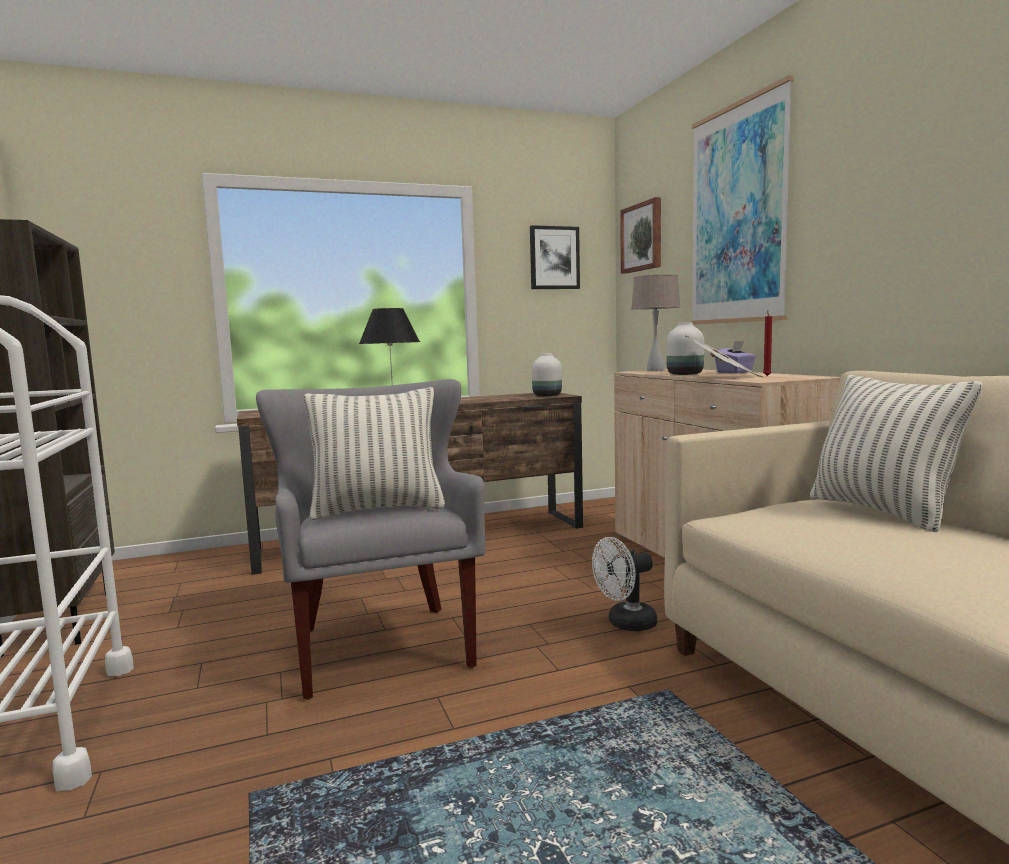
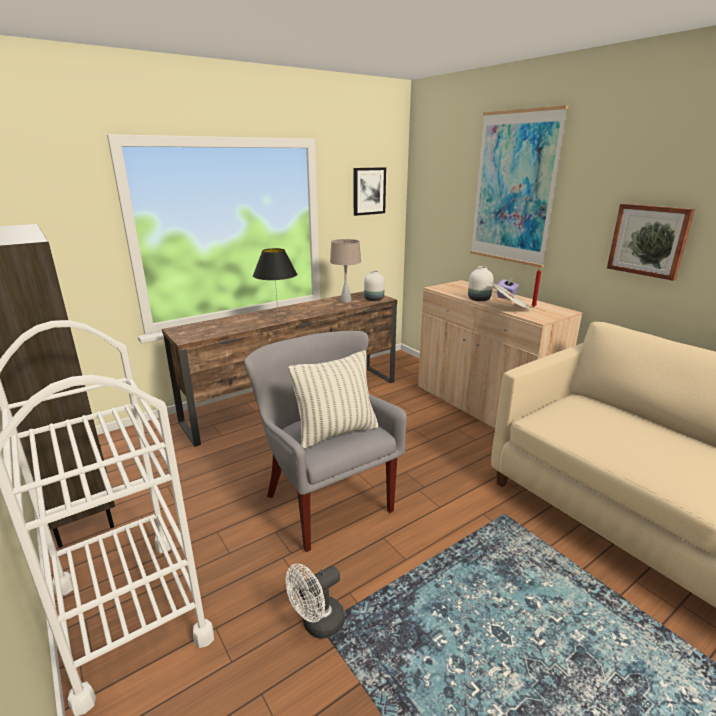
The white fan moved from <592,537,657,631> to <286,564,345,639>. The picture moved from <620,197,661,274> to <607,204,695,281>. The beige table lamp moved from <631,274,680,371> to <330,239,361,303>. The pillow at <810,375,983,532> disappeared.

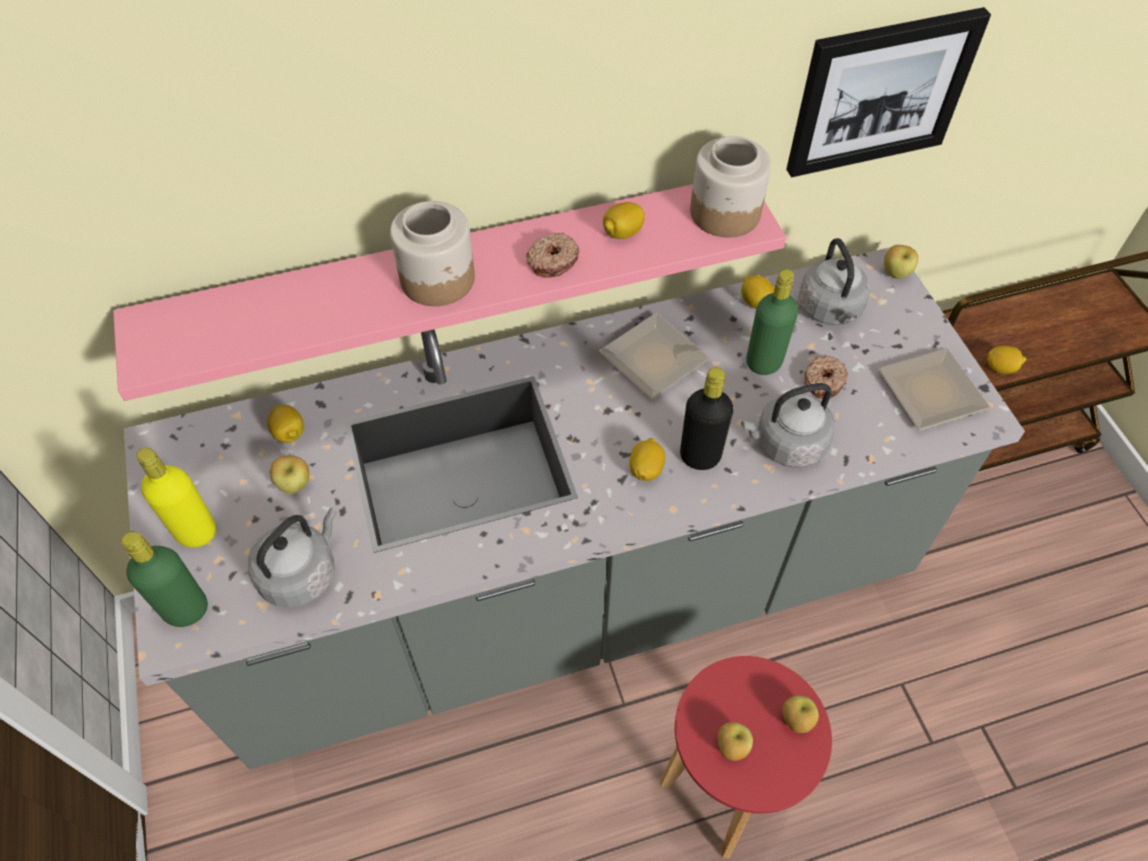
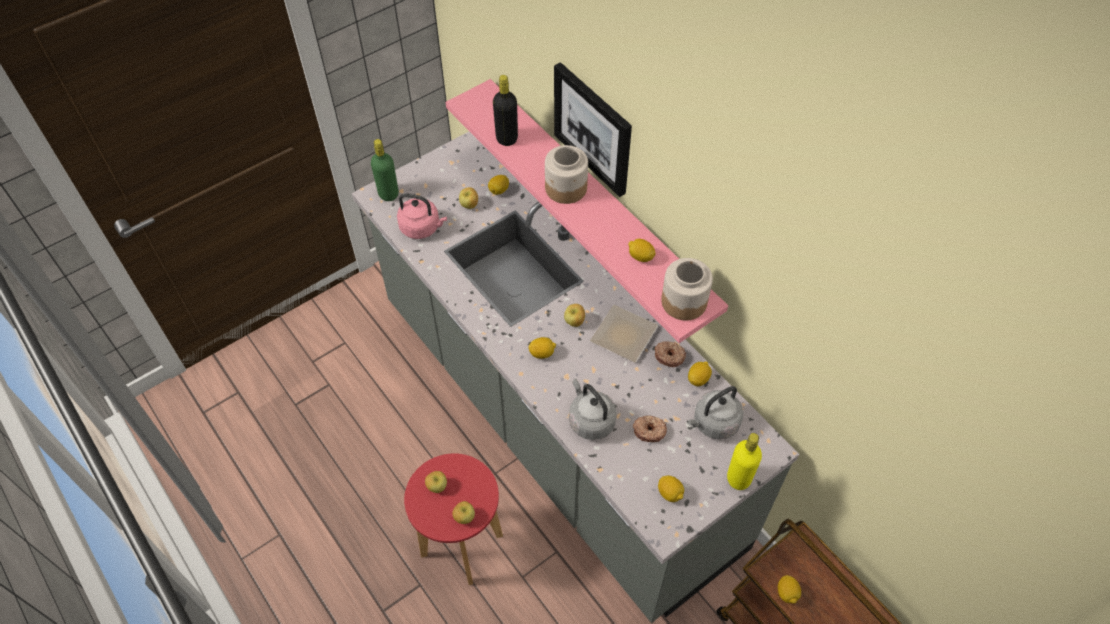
The yellow bottle moved from <137,448,216,548> to <727,433,762,490>. The grey kettle at <248,508,337,608> became the pink kettle at <397,193,447,239>. The donut moved from <526,232,579,278> to <654,341,686,367>. The black bottle moved from <680,368,733,470> to <493,75,518,146>. The green bottle at <746,269,798,375> disappeared. The picture moved from <786,7,991,177> to <554,62,632,197>. The plate at <878,348,991,430> was replaced by the lemon at <658,475,684,502>. The apple moved from <884,245,918,279> to <564,304,585,327>.

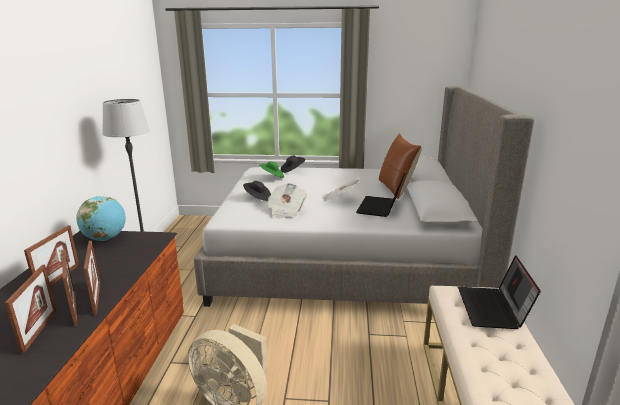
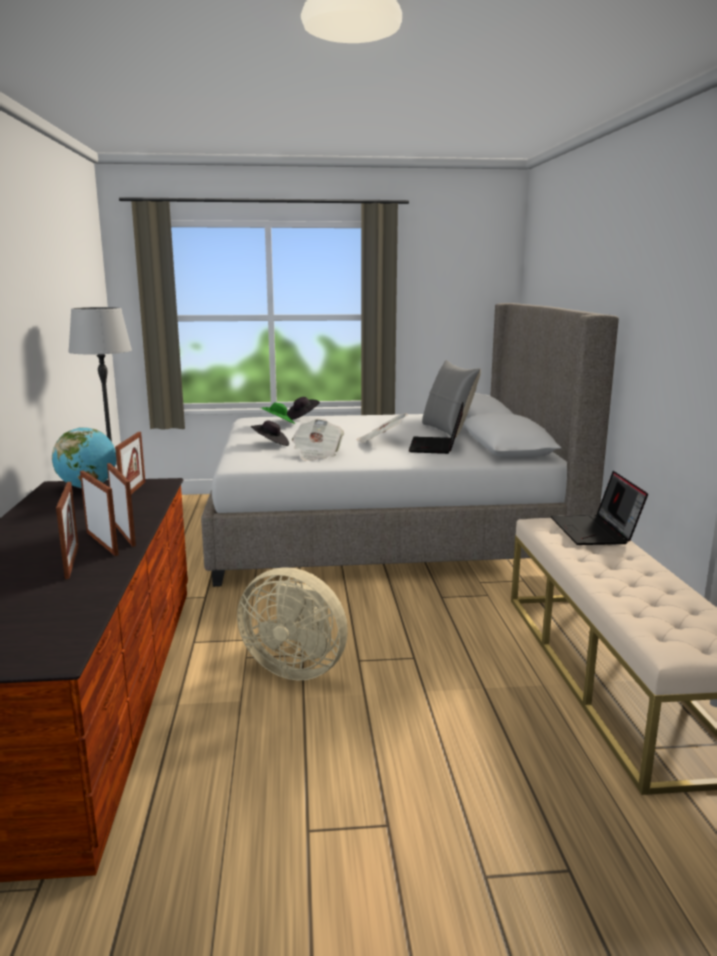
The picture frame moved from <24,225,79,286> to <115,432,145,494>. The brown pillow at <379,133,422,199> became the grey pillow at <422,360,481,438>.

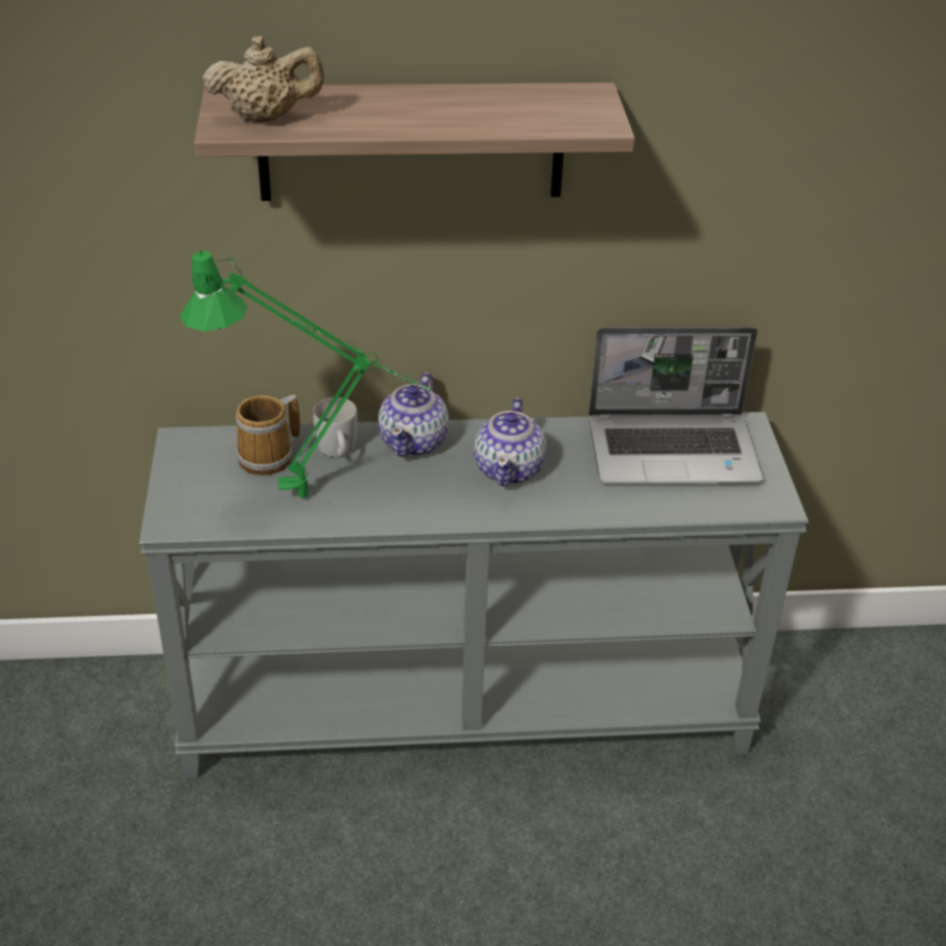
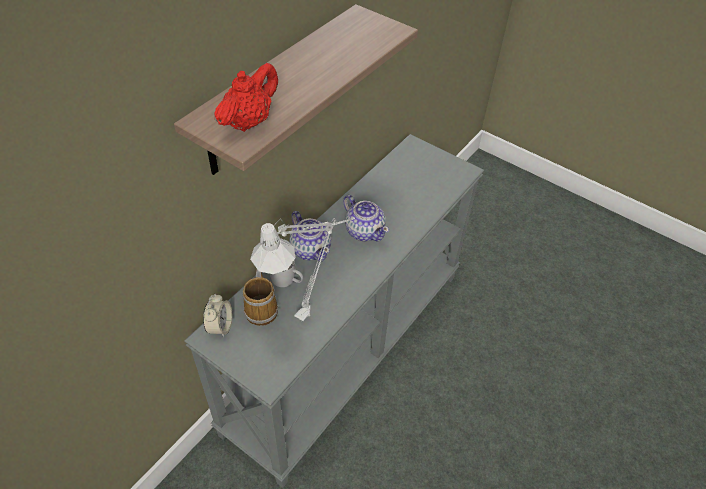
The green table lamp at <180,250,431,498> became the grey table lamp at <250,217,355,321>. The beige teapot at <203,36,324,122> became the red teapot at <215,63,278,132>. The laptop at <589,327,763,484> disappeared. The alarm clock at <203,294,232,338> appeared.

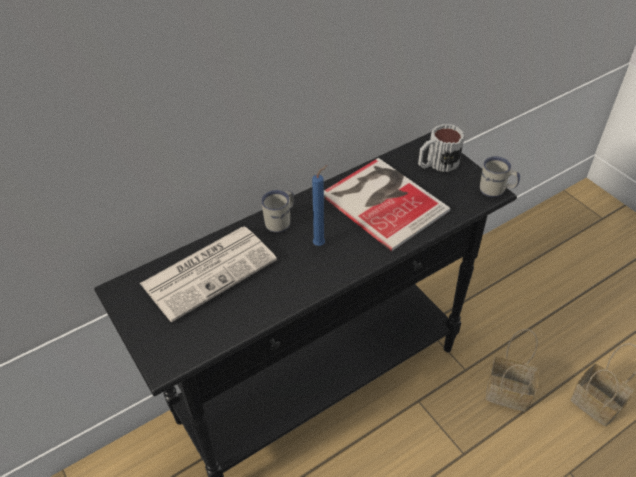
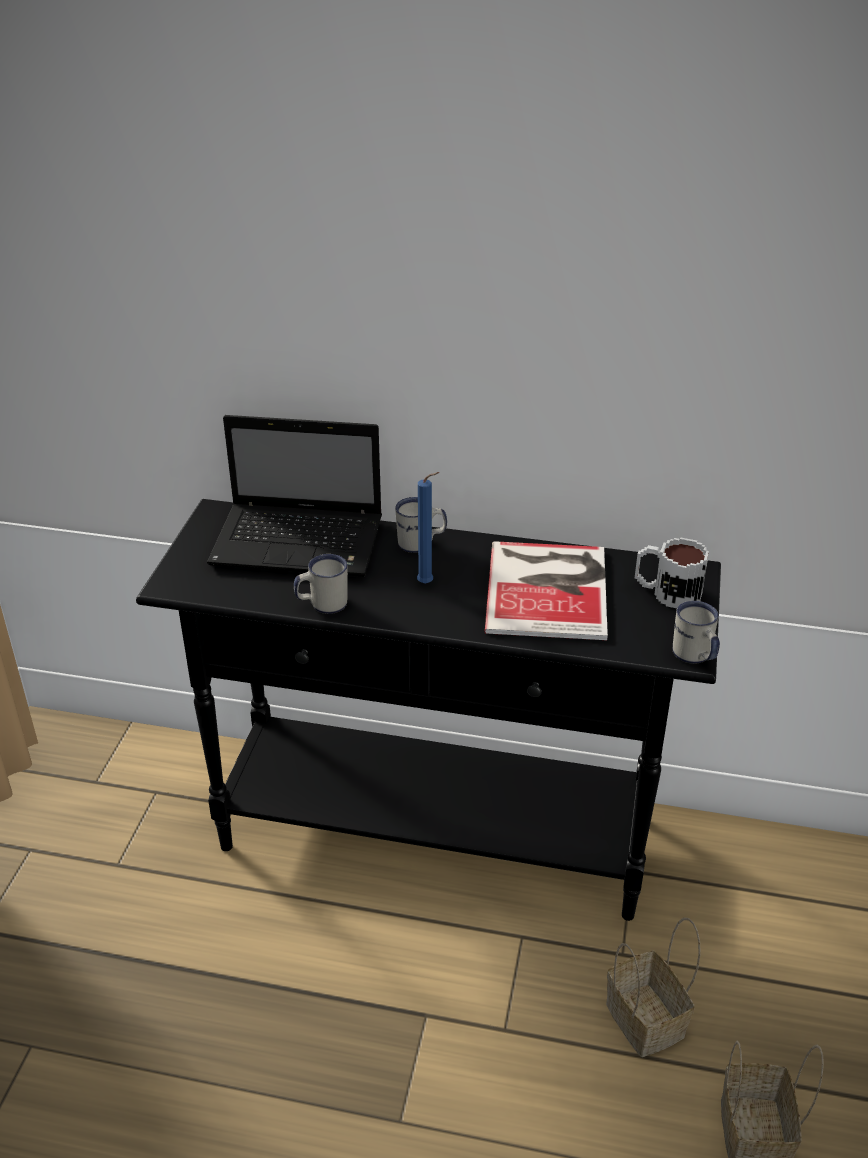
The newspaper at <140,227,277,322> was replaced by the laptop at <207,415,382,577>. The white mug at <294,554,348,614> appeared.

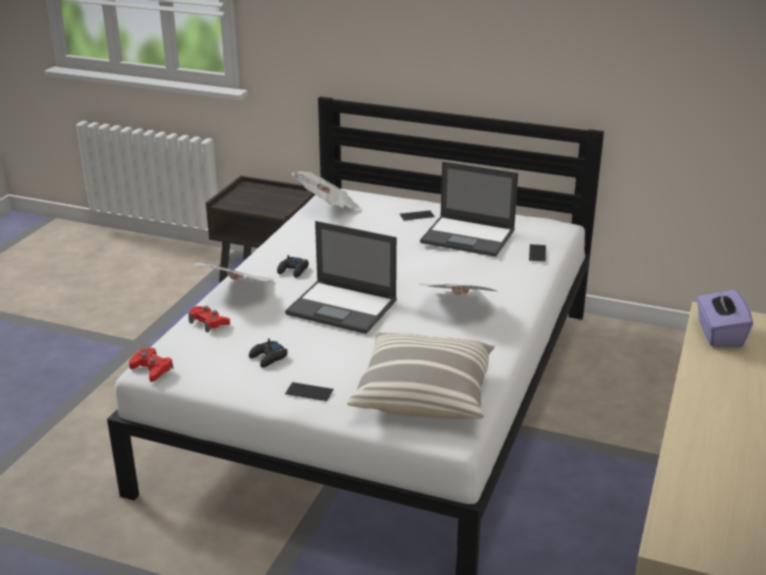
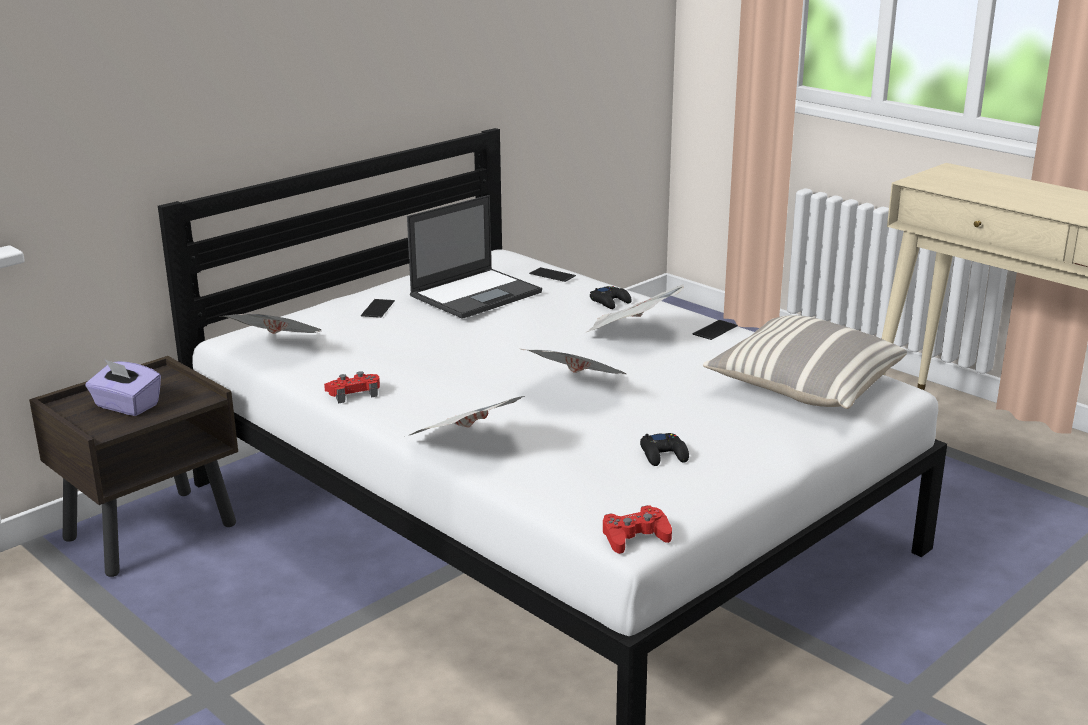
The red game controller moved from <188,306,230,332> to <324,371,380,403>. The black game controller moved from <277,255,309,278> to <590,286,632,309>. The laptop at <285,221,397,334> was replaced by the newspaper at <520,349,626,375>. The phone moved from <285,382,334,401> to <693,320,738,340>. The purple tissue box moved from <696,288,753,347> to <86,359,161,416>.

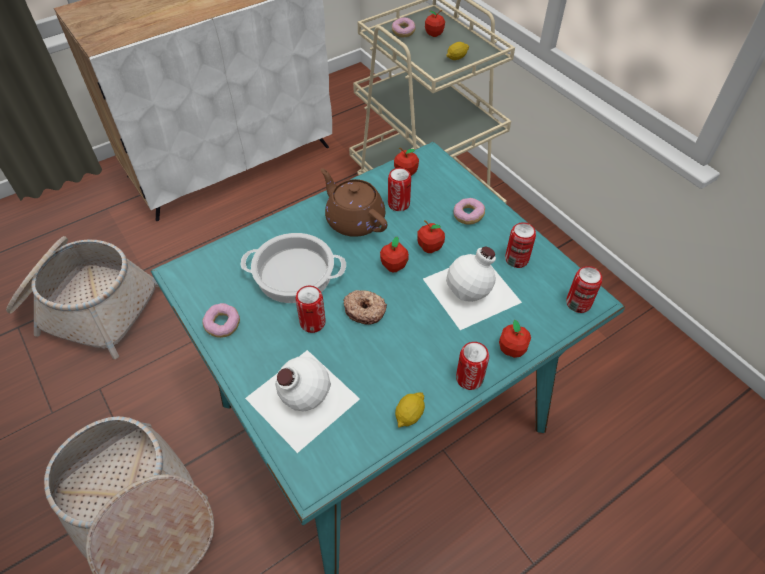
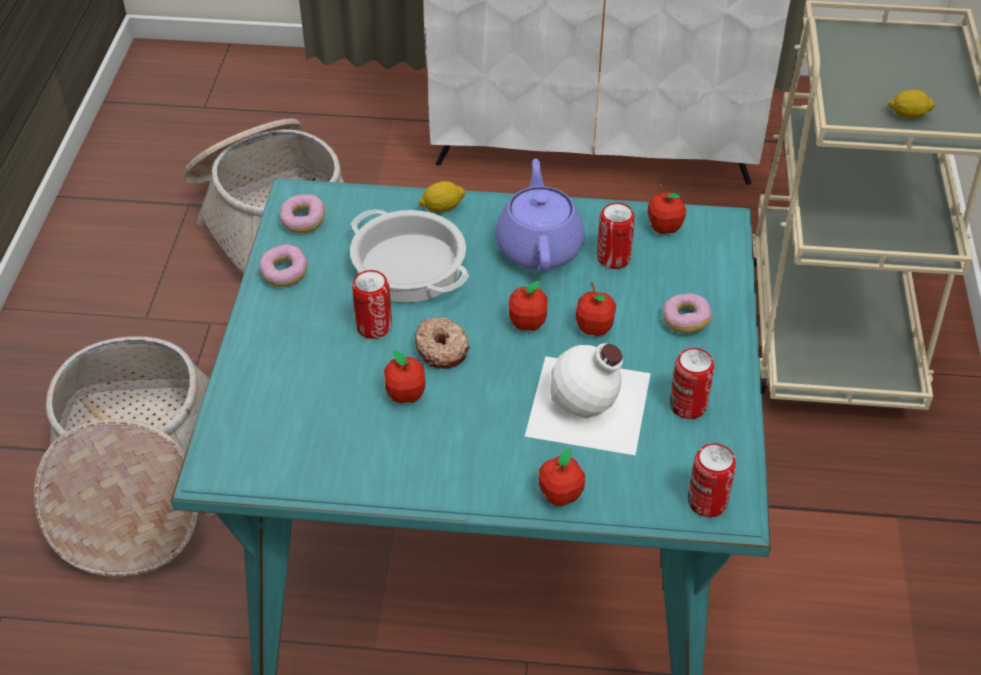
The white bottle at <245,350,360,453> disappeared. The brown teapot at <320,168,388,237> became the purple teapot at <495,158,585,272>. The donut moved from <392,17,415,38> to <280,194,325,234>. The lemon moved from <395,392,425,428> to <418,181,466,212>. The apple moved from <425,10,445,37> to <384,351,425,403>. The can at <456,342,489,390> disappeared.

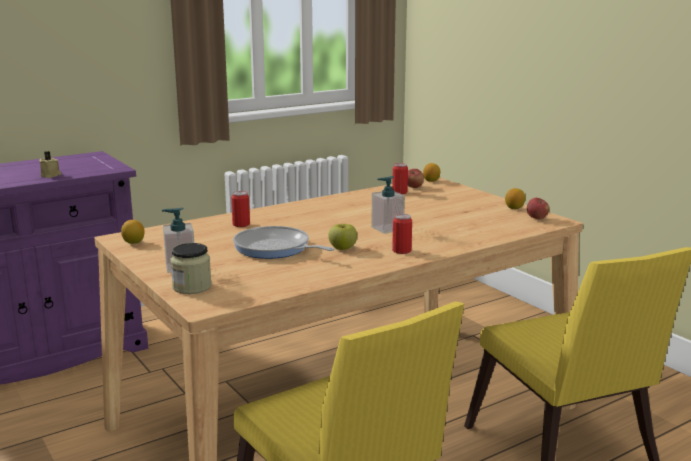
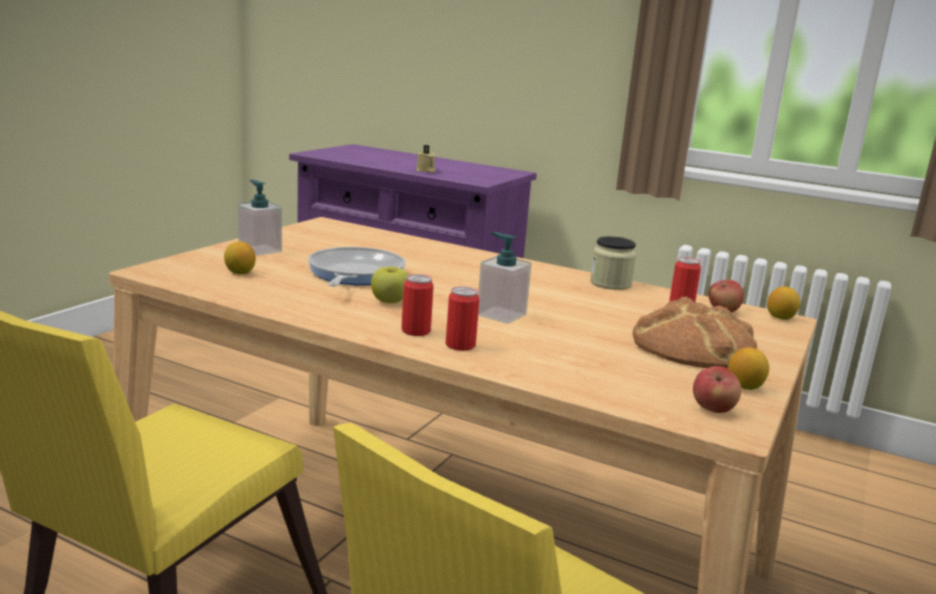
The lemon moved from <121,220,145,244> to <224,241,256,274>. The jar moved from <170,243,212,294> to <590,236,636,290>. The can moved from <231,191,250,227> to <446,286,479,351>. The bread at <633,297,757,369> appeared.

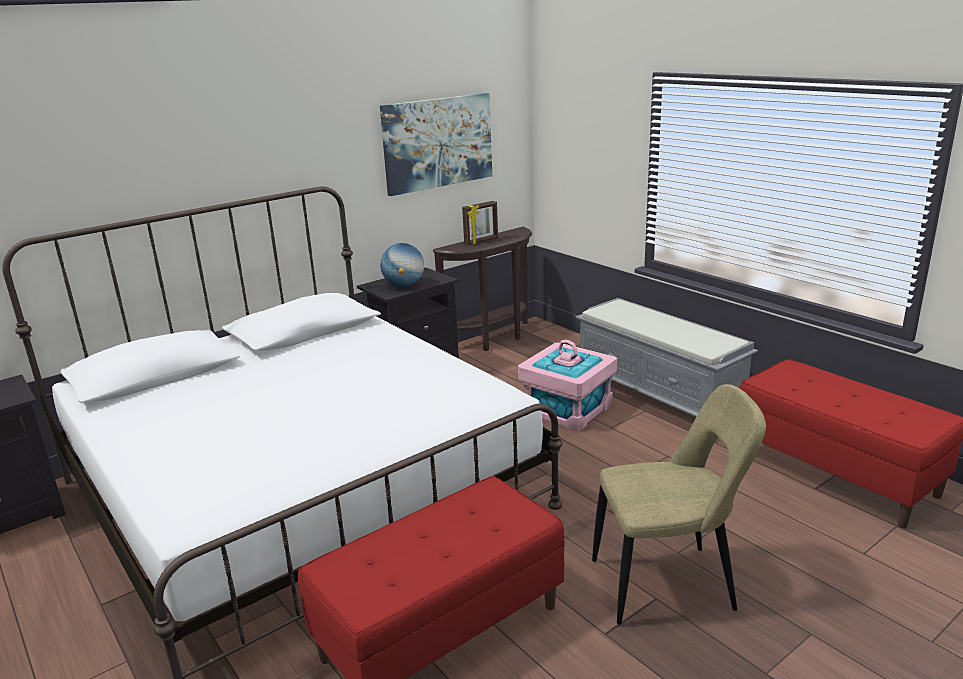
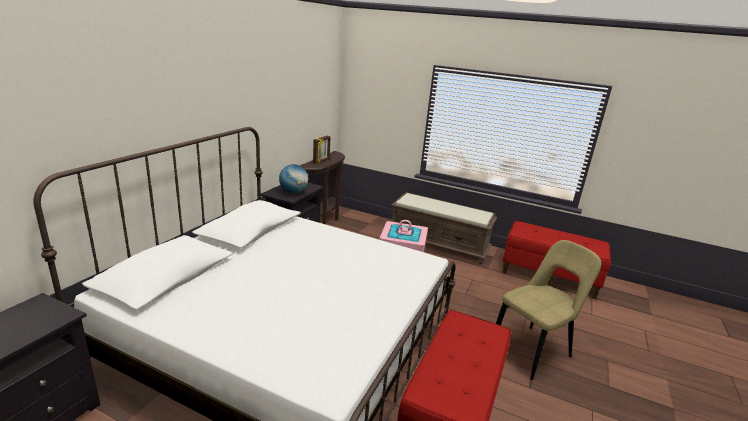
The picture at <380,93,492,196> disappeared. The grey bench at <576,298,758,417> became the brown bench at <391,192,497,264>.

